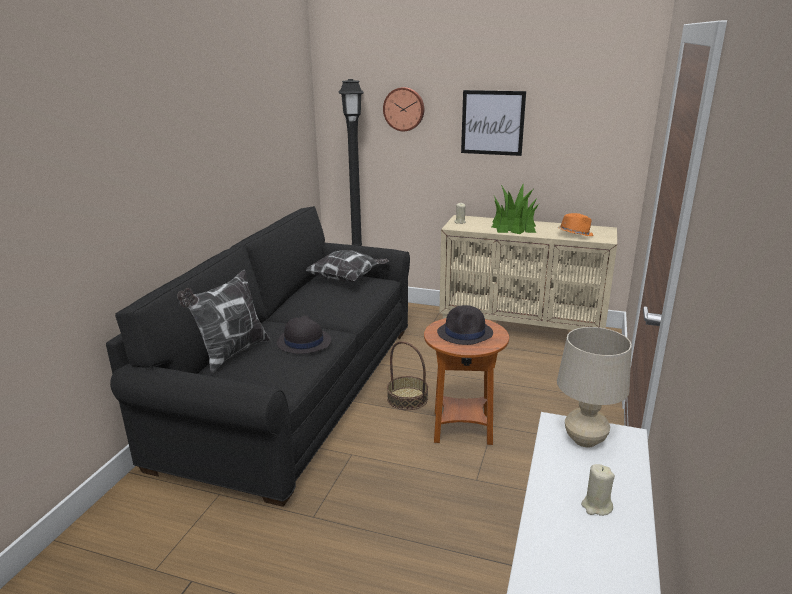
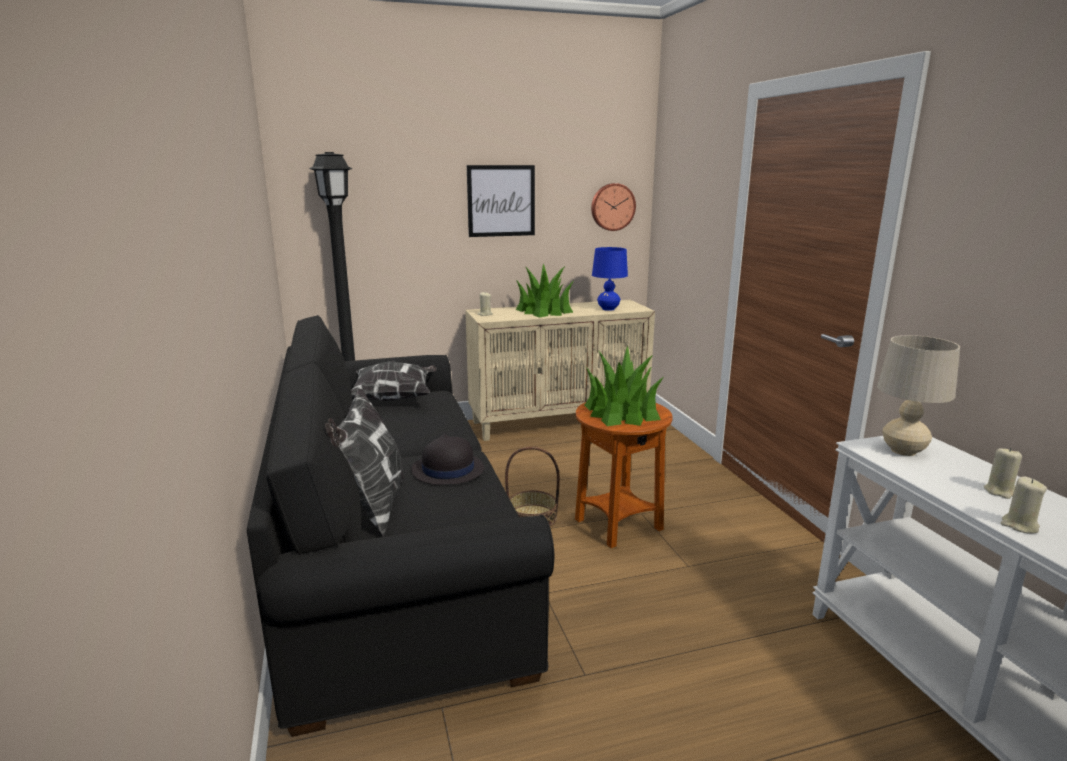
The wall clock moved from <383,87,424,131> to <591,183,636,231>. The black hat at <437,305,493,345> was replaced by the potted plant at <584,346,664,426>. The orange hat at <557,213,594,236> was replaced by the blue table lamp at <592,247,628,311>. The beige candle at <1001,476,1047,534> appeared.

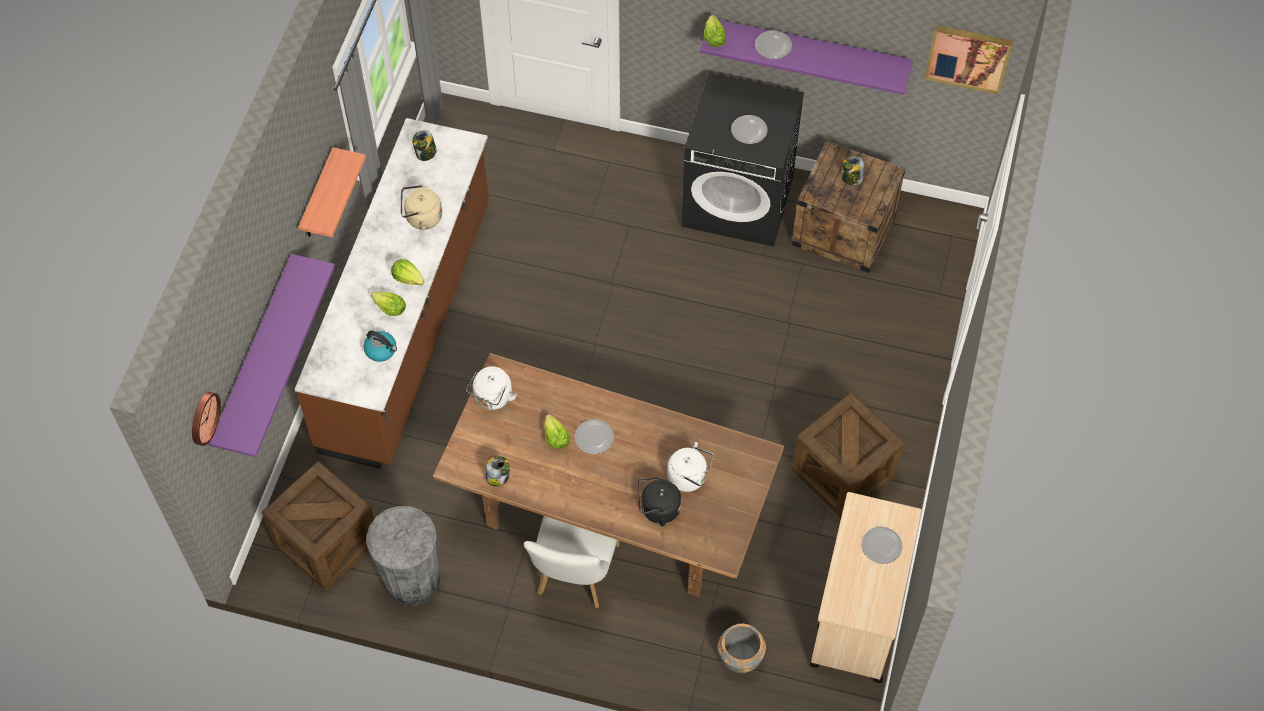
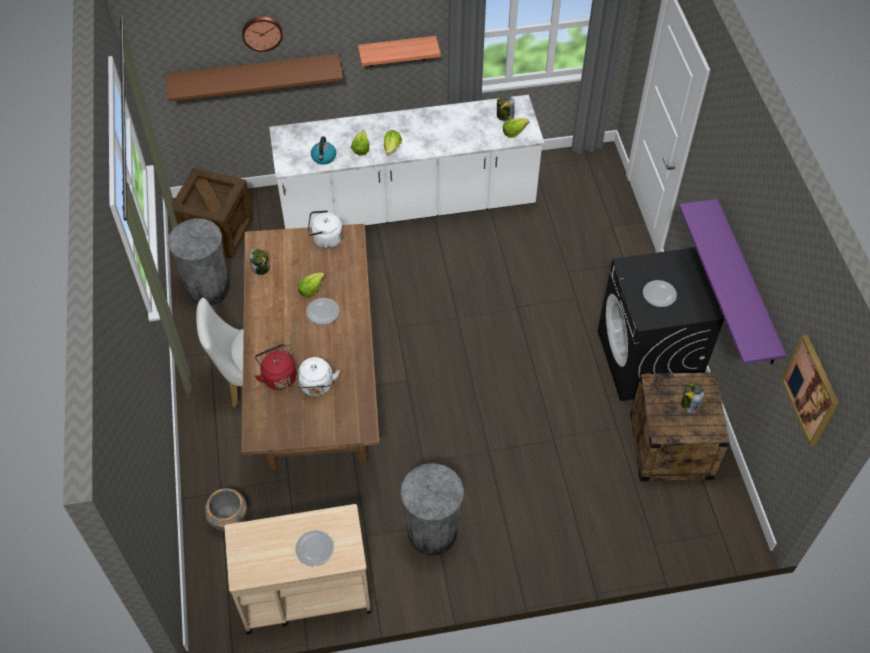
The wall clock moved from <192,392,221,446> to <242,17,283,52>. The purple shelf at <209,254,335,457> became the brown shelf at <166,54,343,102>. The brown counter at <295,118,489,469> became the white counter at <269,95,544,229>. The beige kettle at <401,185,442,230> disappeared. The black kettle at <638,477,681,526> became the red kettle at <255,344,296,390>. The lettuce moved from <704,15,726,47> to <503,118,529,138>. The plate at <755,31,792,60> disappeared. The crate at <792,393,904,518> was replaced by the grey trash can at <400,463,464,556>.

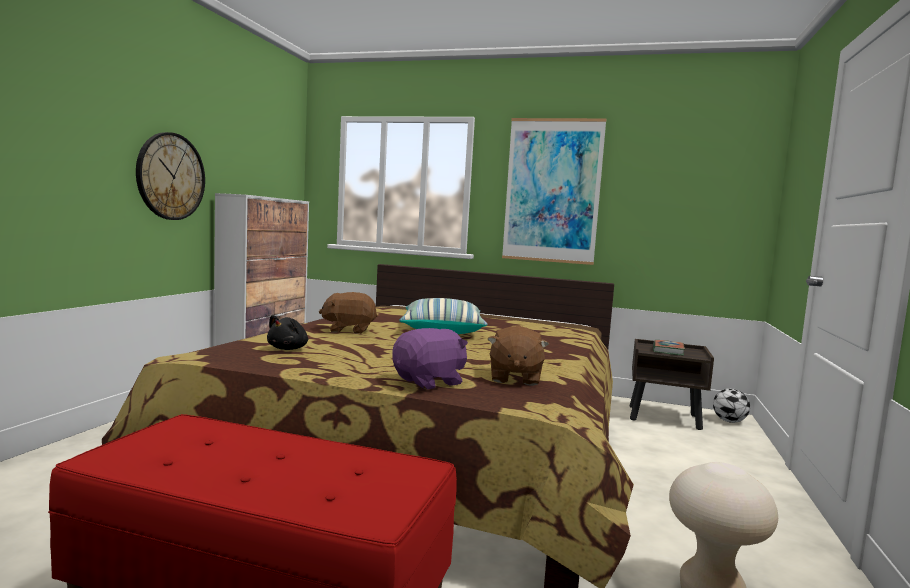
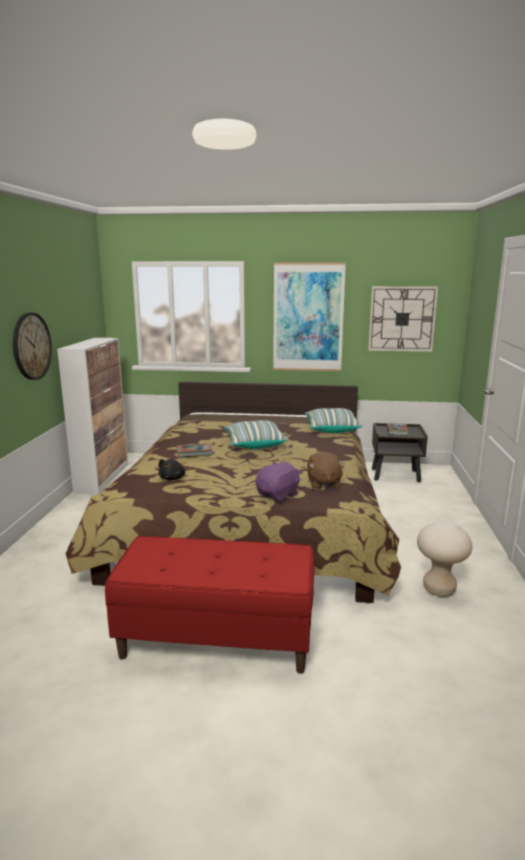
The brown plush toy at <319,292,377,334> was replaced by the book at <176,443,213,457>. The football at <713,388,750,423> disappeared. The pillow at <305,408,363,433> appeared. The wall clock at <368,286,438,352> appeared.

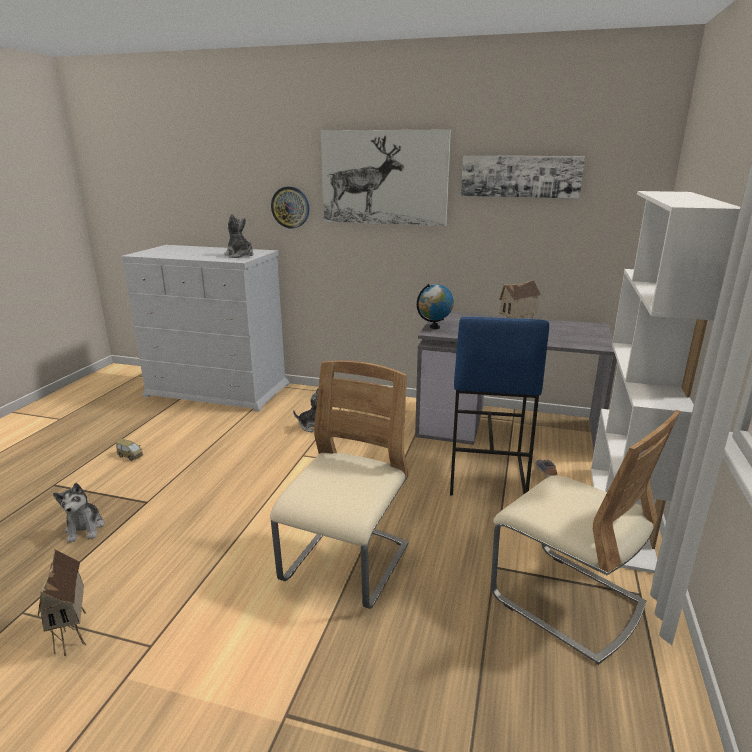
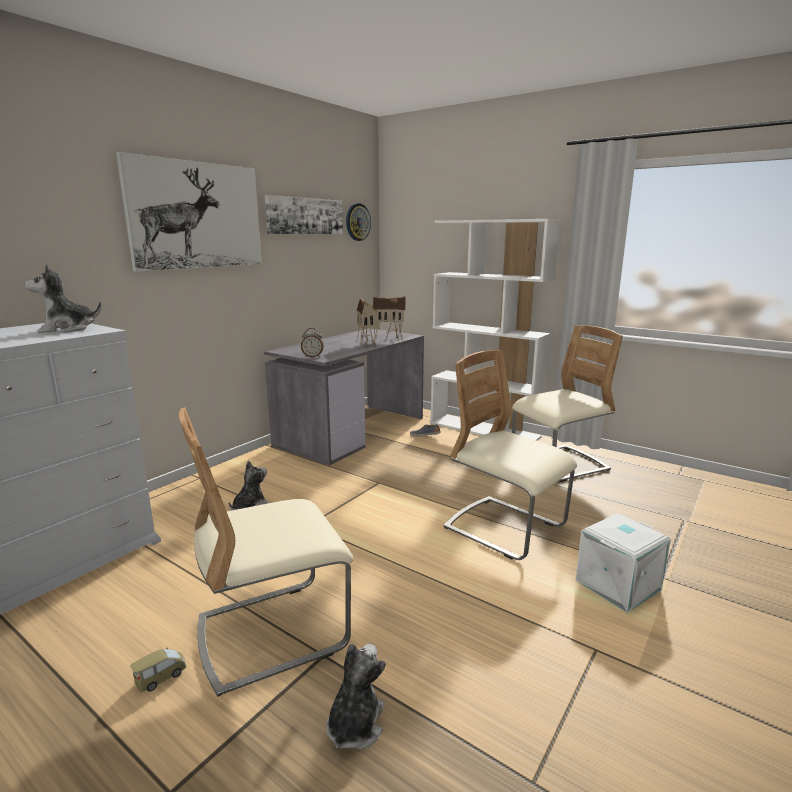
The toy house moved from <38,548,86,656> to <373,296,406,341>. The plush toy at <53,483,104,543> turned 75 degrees counterclockwise. The wall clock moved from <271,186,309,229> to <346,203,371,241>. The globe at <417,284,454,329> was replaced by the alarm clock at <301,328,324,357>. The blue stool at <450,317,549,496> disappeared. The beige chair at <179,408,353,697> appeared. The white storage box at <576,513,671,613> appeared.

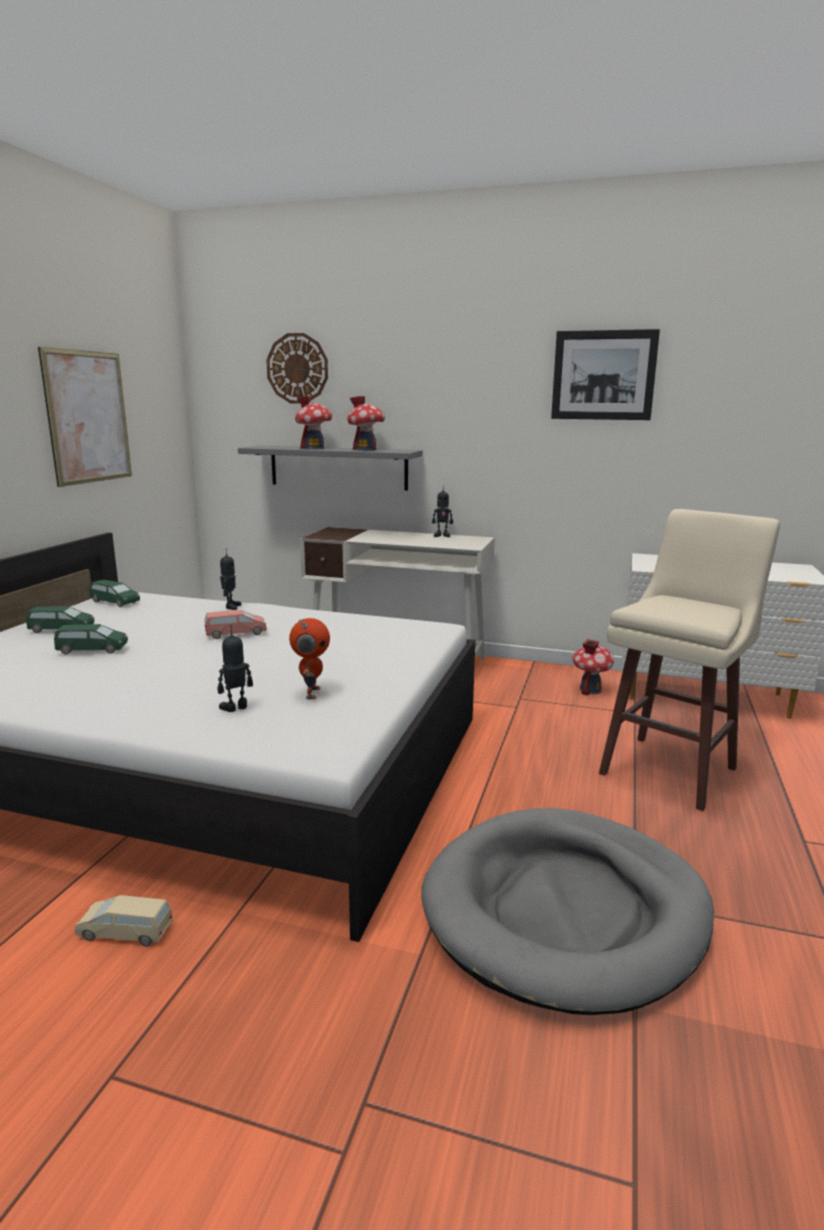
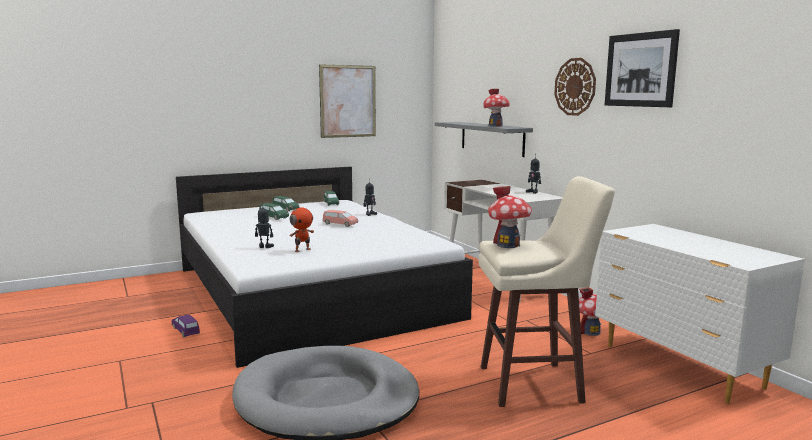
The beige toy car at <75,895,173,947> became the purple toy car at <172,314,200,338>. The wall clock moved from <266,333,328,404> to <554,58,596,116>. The toy house moved from <295,396,332,449> to <488,186,532,248>.

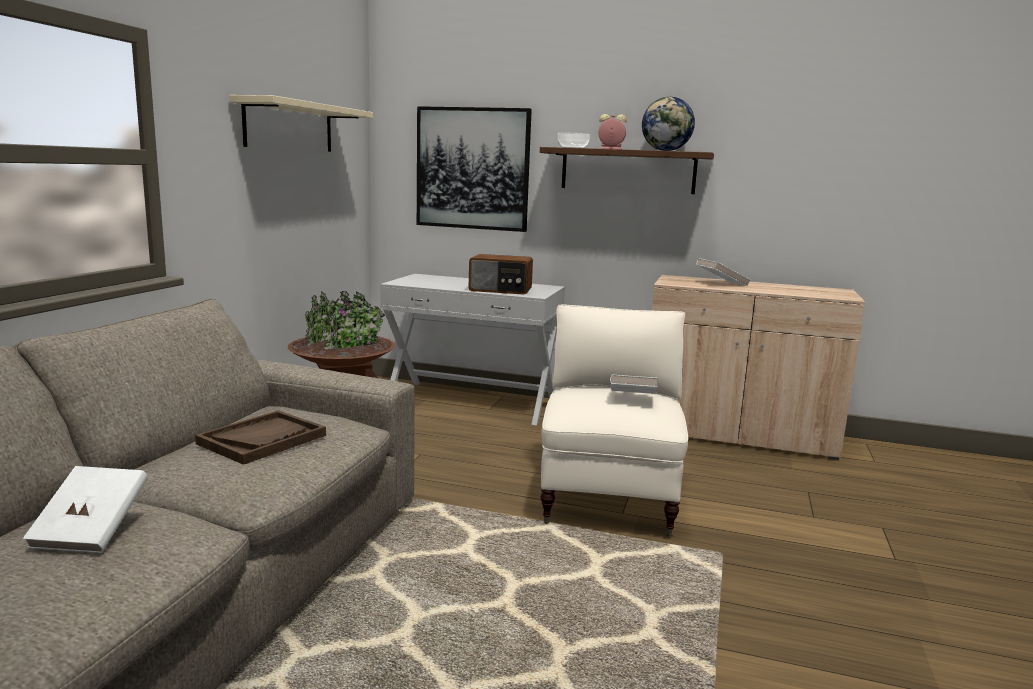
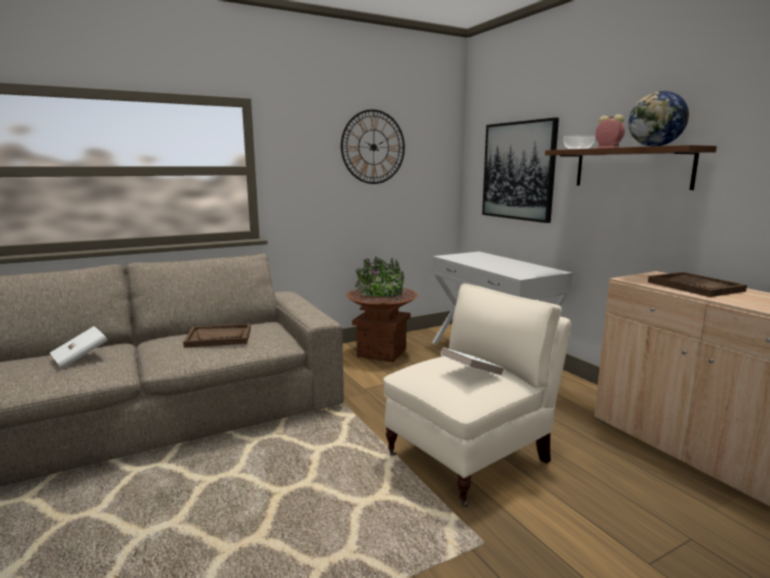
The beige shelf at <229,95,373,152> was replaced by the wall clock at <341,109,405,184>. The radio at <469,254,533,295> disappeared. The white book at <696,258,750,286> was replaced by the brown tray at <648,272,747,297>.

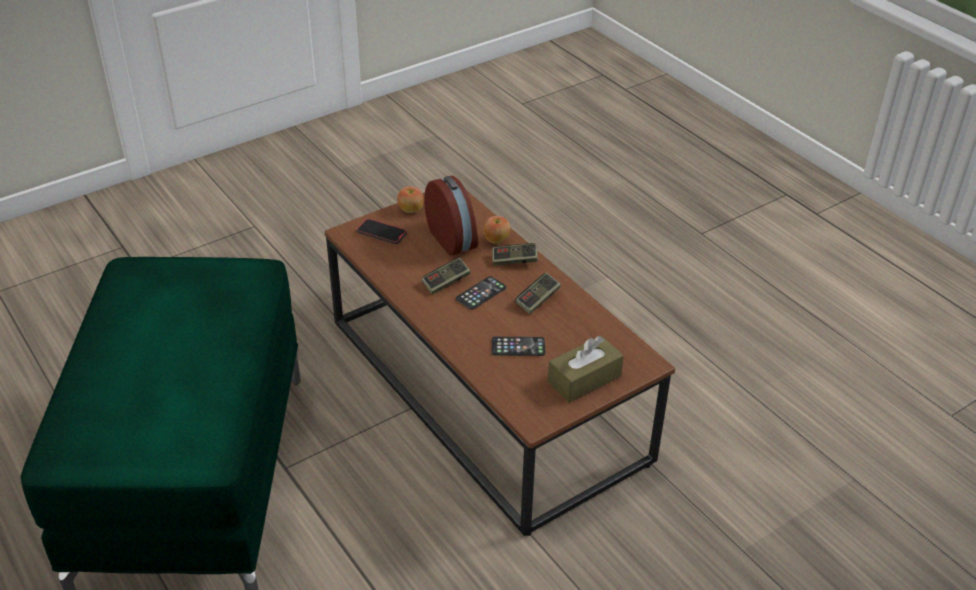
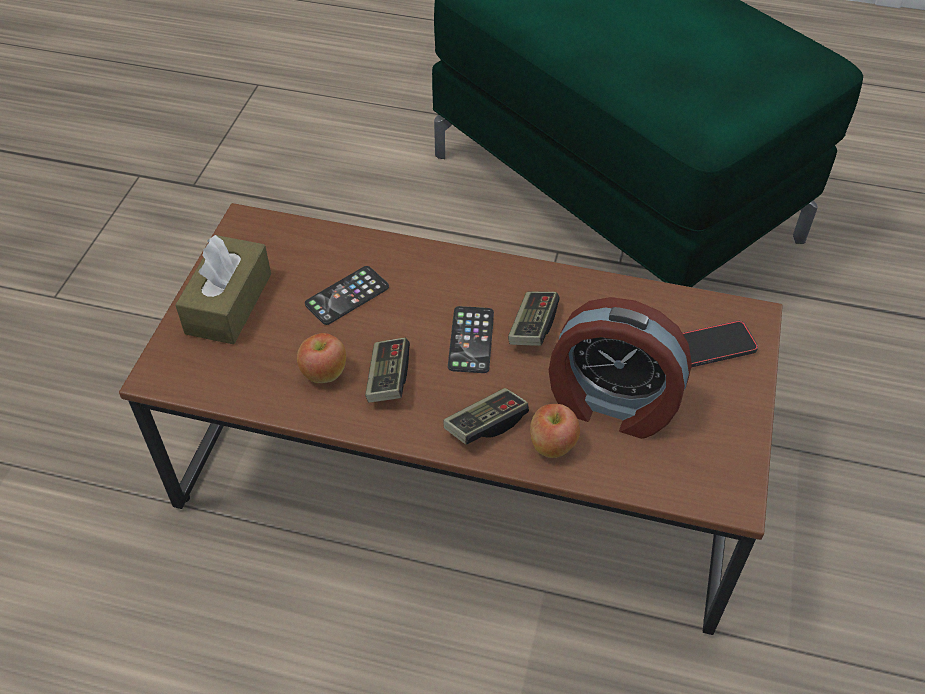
The apple moved from <397,186,424,213> to <297,333,346,383>.

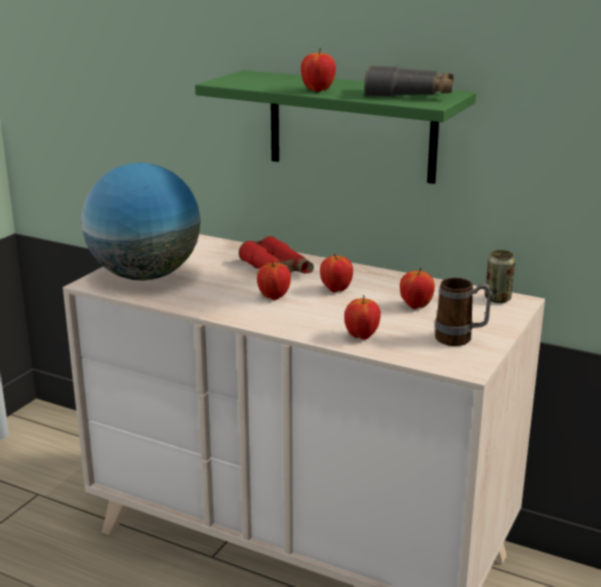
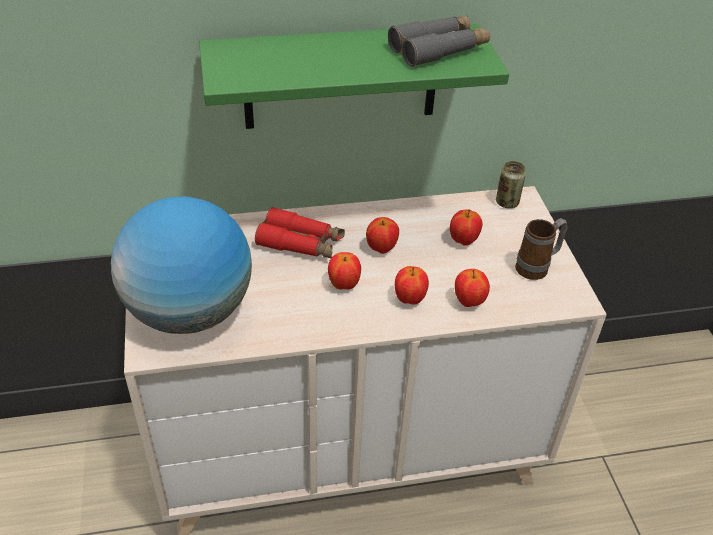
The apple moved from <301,48,336,92> to <395,266,429,305>.

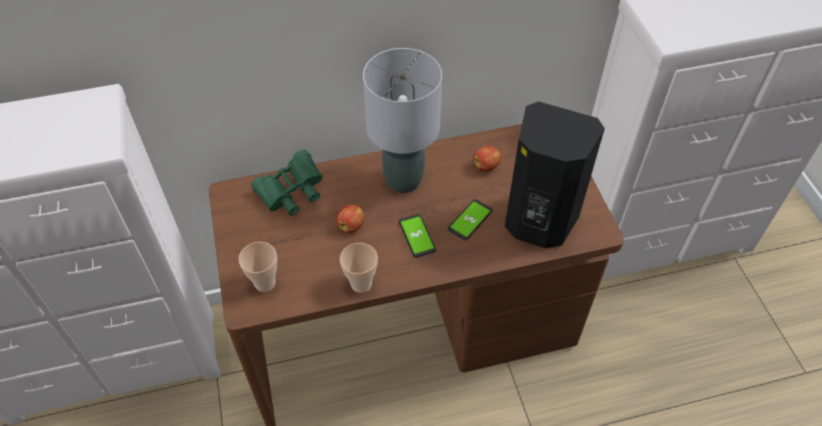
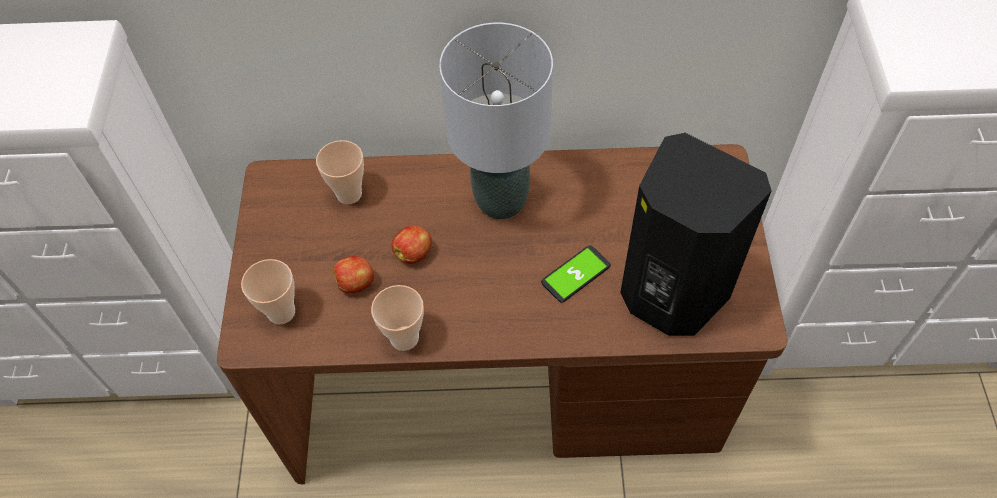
The green binoculars at <251,149,323,216> was replaced by the cup at <316,140,364,204>. The phone at <399,214,436,258> disappeared. The apple moved from <473,146,501,171> to <333,256,374,293>.

